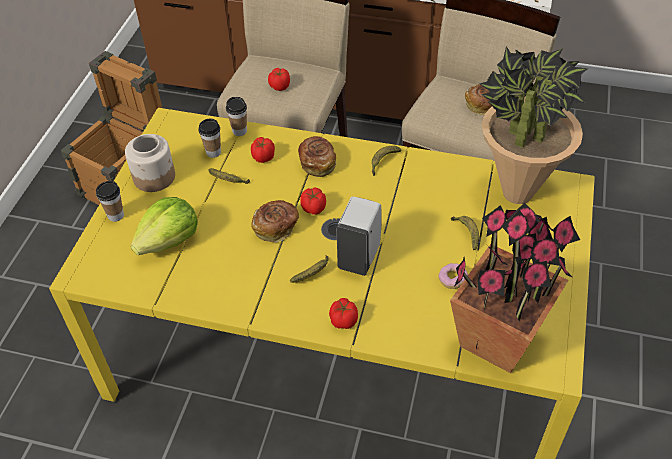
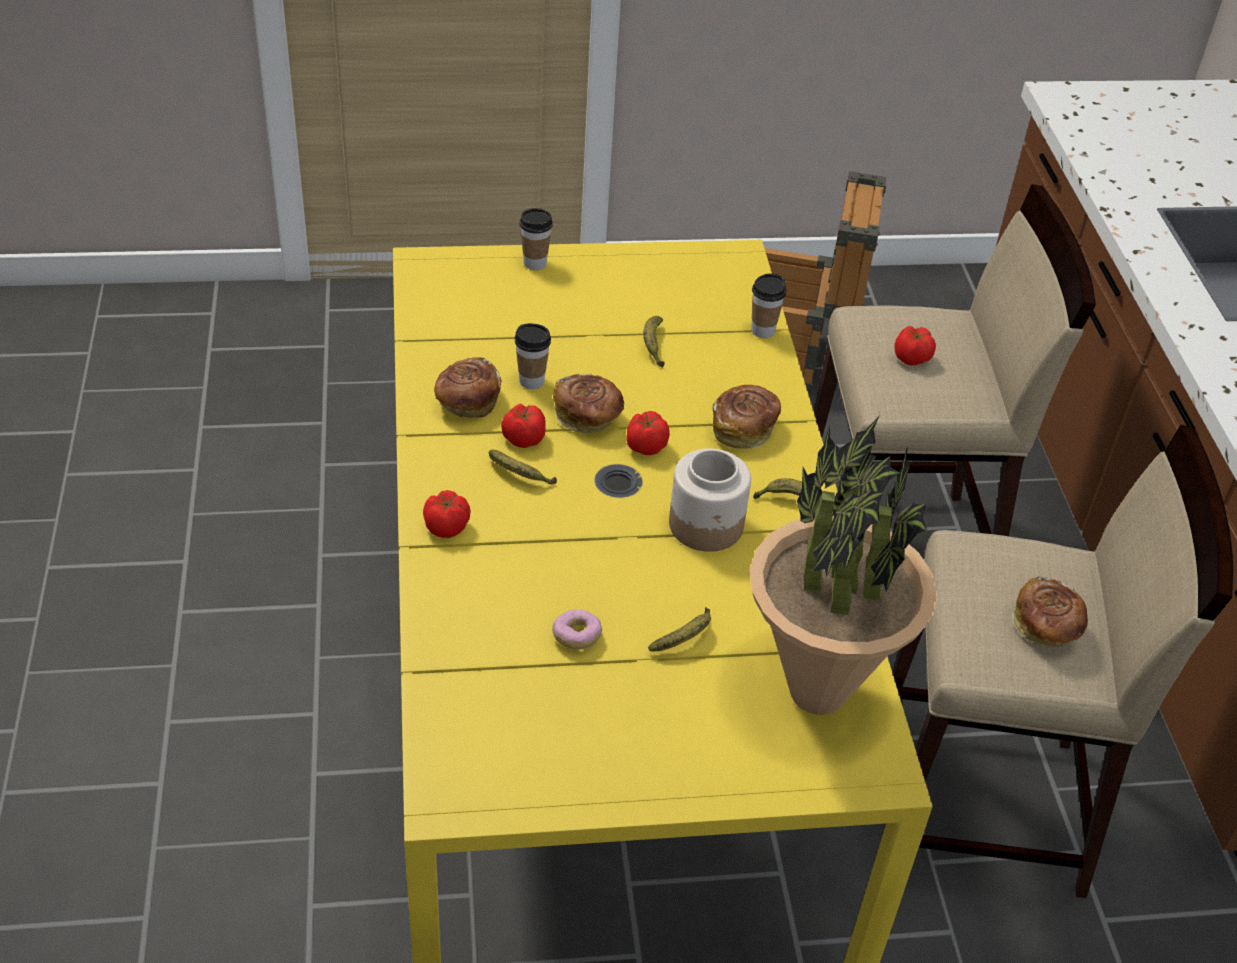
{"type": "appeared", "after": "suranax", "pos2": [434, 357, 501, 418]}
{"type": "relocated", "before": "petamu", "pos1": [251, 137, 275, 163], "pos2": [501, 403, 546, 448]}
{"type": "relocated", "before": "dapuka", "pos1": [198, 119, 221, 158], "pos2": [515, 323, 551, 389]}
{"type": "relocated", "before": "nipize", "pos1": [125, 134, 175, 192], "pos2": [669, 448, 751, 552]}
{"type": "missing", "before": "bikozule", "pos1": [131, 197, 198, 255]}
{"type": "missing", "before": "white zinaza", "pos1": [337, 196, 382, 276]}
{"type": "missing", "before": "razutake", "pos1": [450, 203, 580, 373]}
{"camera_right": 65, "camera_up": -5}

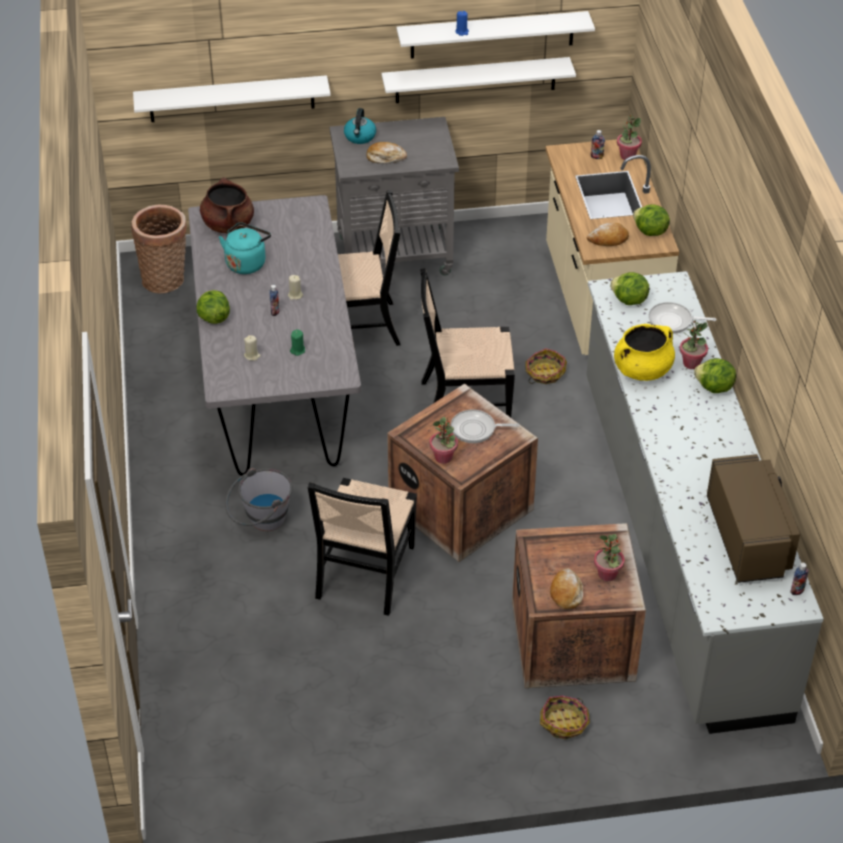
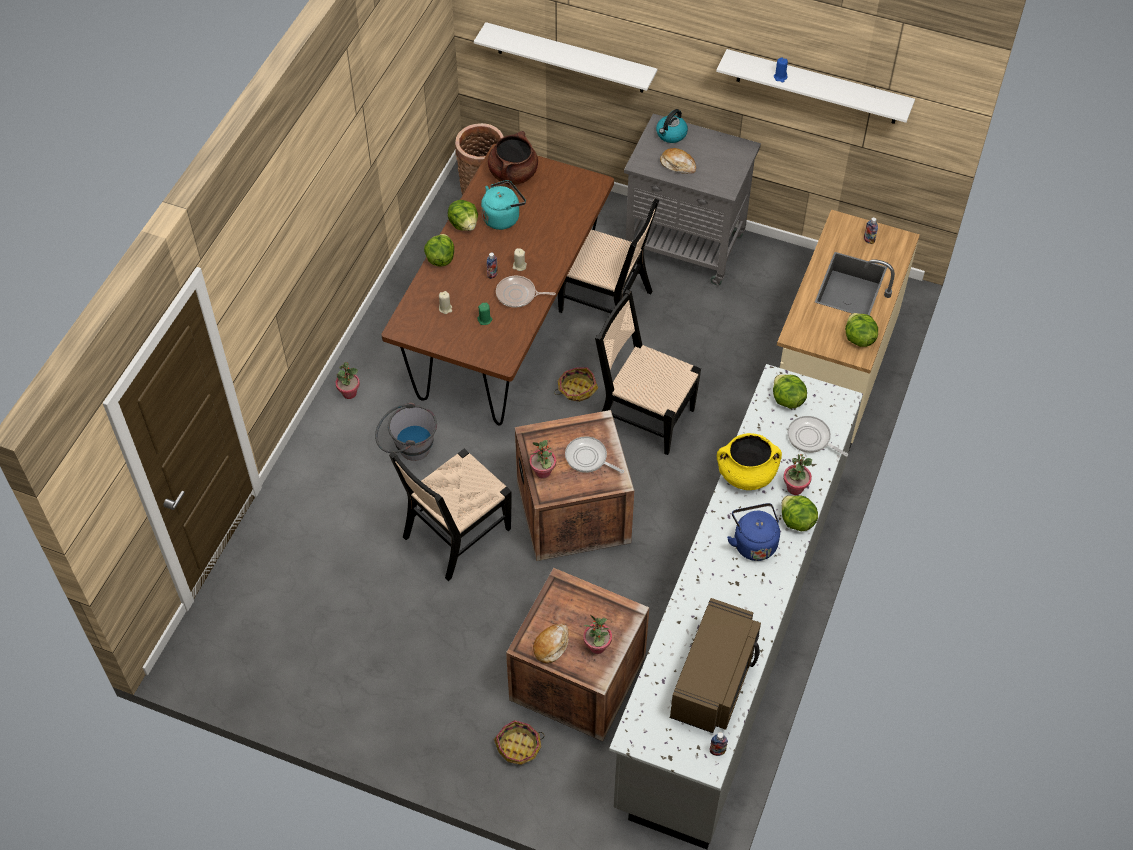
{"type": "relocated", "before": "razutake", "pos1": [617, 115, 642, 160], "pos2": [336, 362, 360, 399]}
{"type": "colour", "before": "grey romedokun", "after": "brown romedokun", "pos1": [188, 195, 361, 476], "pos2": [381, 144, 614, 426]}
{"type": "appeared", "after": "bikozule", "pos2": [448, 200, 478, 231]}
{"type": "appeared", "after": "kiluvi", "pos2": [496, 276, 556, 308]}
{"type": "relocated", "before": "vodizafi", "pos1": [525, 348, 567, 384], "pos2": [554, 367, 598, 402]}
{"type": "appeared", "after": "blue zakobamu", "pos2": [727, 503, 780, 561]}
{"type": "missing", "before": "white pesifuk", "pos1": [381, 57, 576, 103]}
{"type": "missing", "before": "suranax", "pos1": [586, 223, 629, 246]}
{"camera_right": 30, "camera_up": 10}

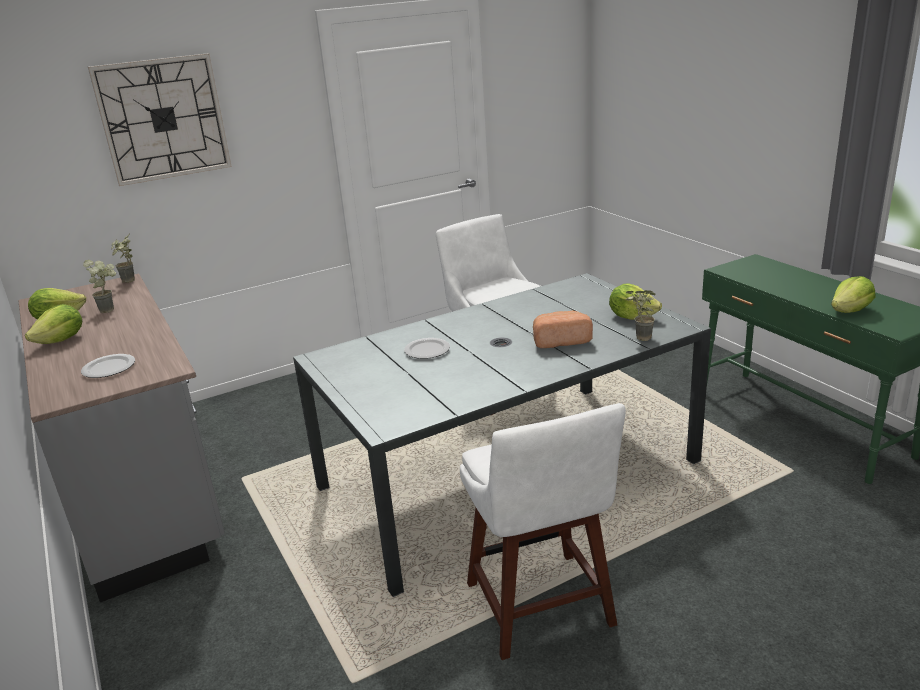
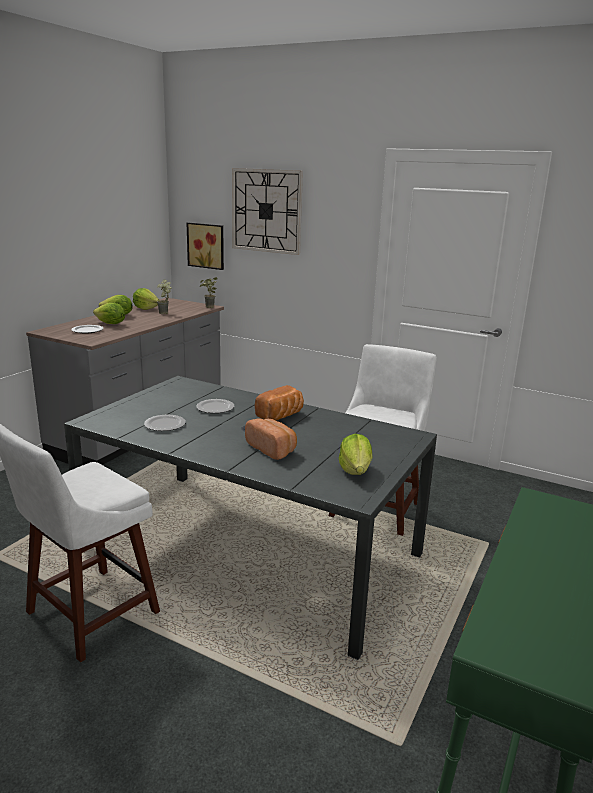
{"type": "relocated", "before": "bikozule", "pos1": [831, 276, 875, 313], "pos2": [93, 302, 125, 324]}
{"type": "appeared", "after": "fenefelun", "pos2": [144, 415, 186, 431]}
{"type": "appeared", "after": "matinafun", "pos2": [187, 223, 224, 270]}
{"type": "appeared", "after": "suranax", "pos2": [255, 385, 304, 420]}
{"type": "missing", "before": "razutake", "pos1": [626, 290, 656, 341]}
{"camera_right": 55, "camera_up": -5}

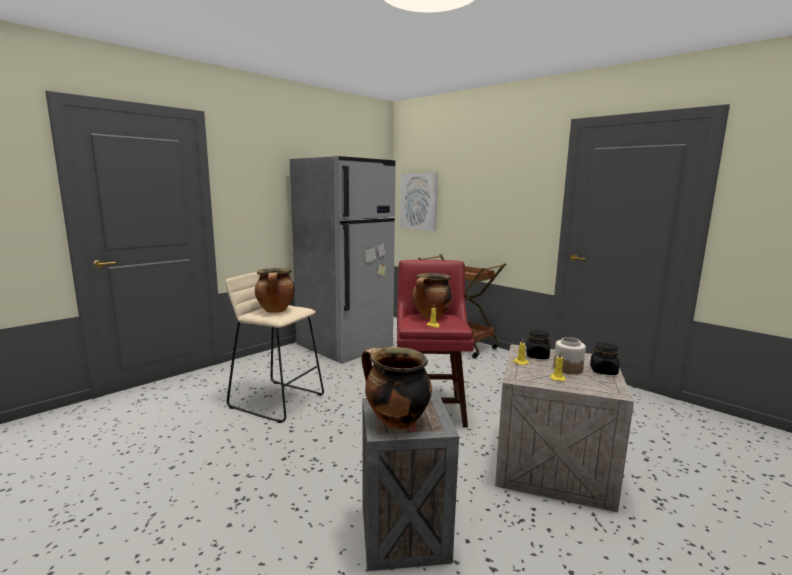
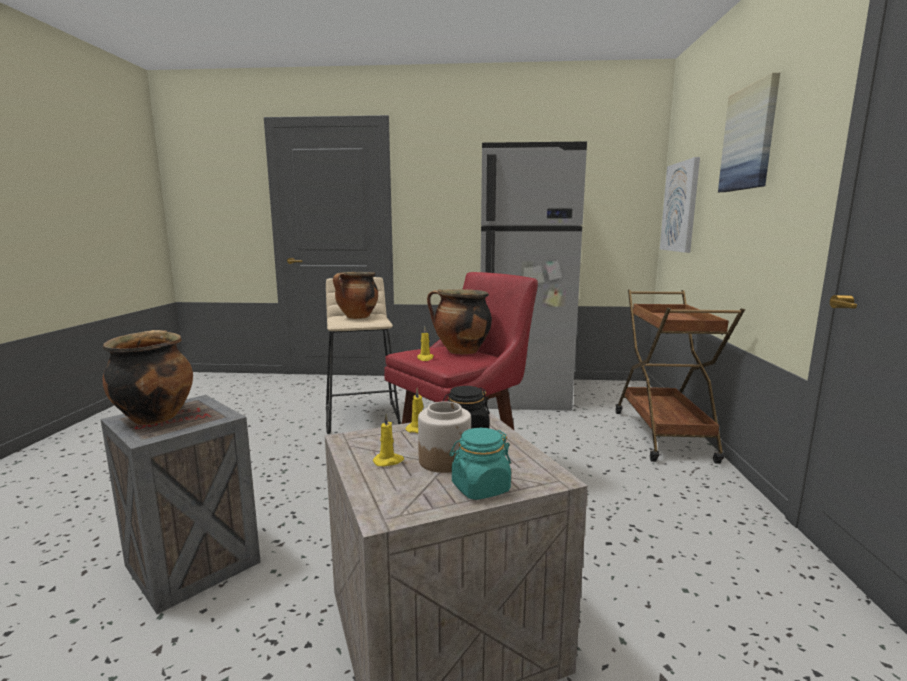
{"type": "colour", "before": "black nipize", "after": "turquoise nipize", "pos1": [590, 342, 620, 375], "pos2": [450, 428, 511, 500]}
{"type": "appeared", "after": "matinafun", "pos2": [718, 72, 780, 192]}
{"camera_right": 50, "camera_up": 0}

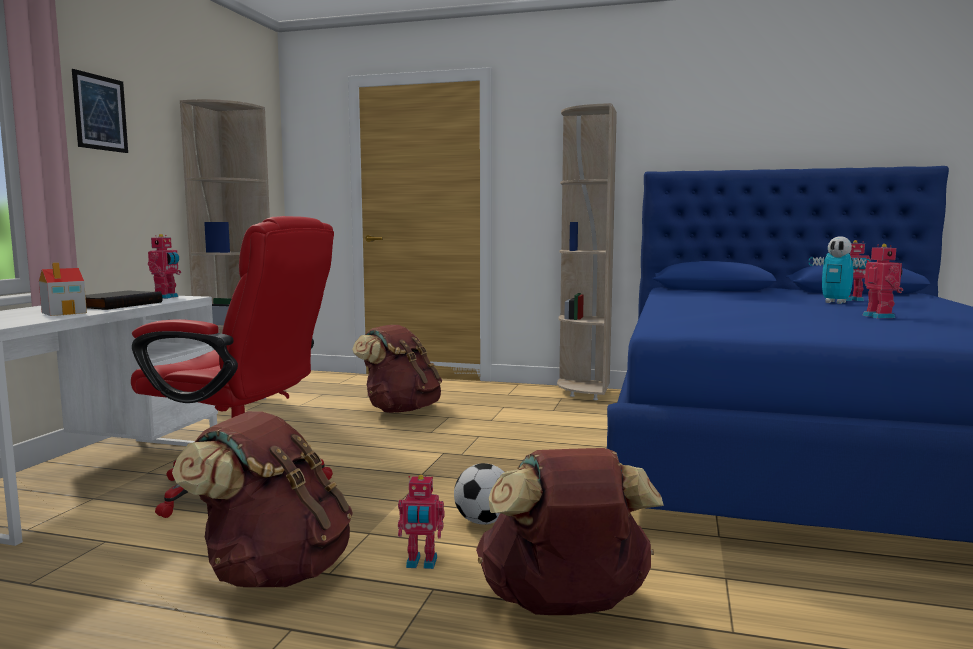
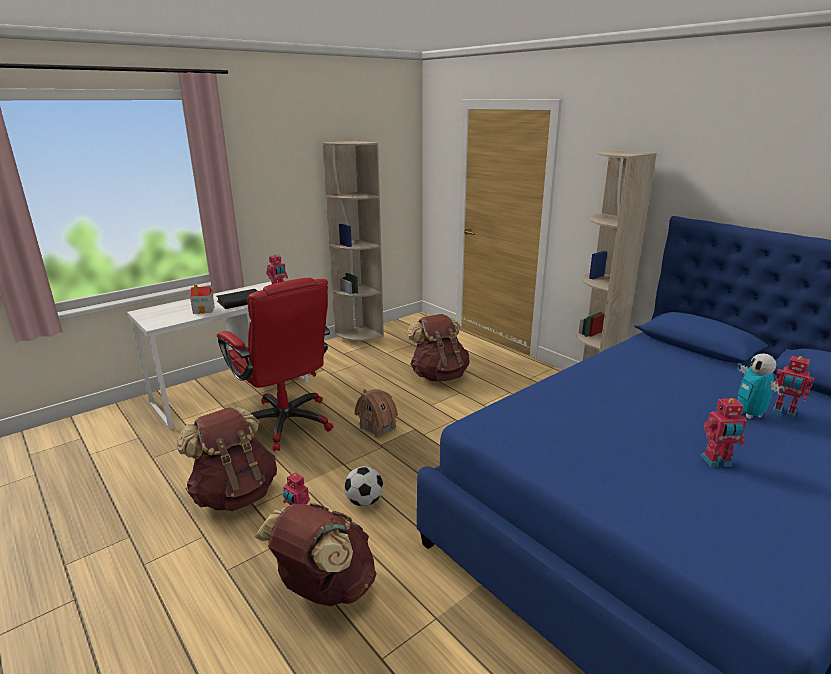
{"type": "appeared", "after": "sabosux", "pos2": [354, 389, 398, 439]}
{"type": "spun", "before": "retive", "pos1": [862, 244, 903, 318], "pos2": [701, 398, 747, 467], "turn": 60}
{"type": "missing", "before": "matinafun", "pos1": [72, 69, 128, 153]}
{"camera_right": 35, "camera_up": 15}

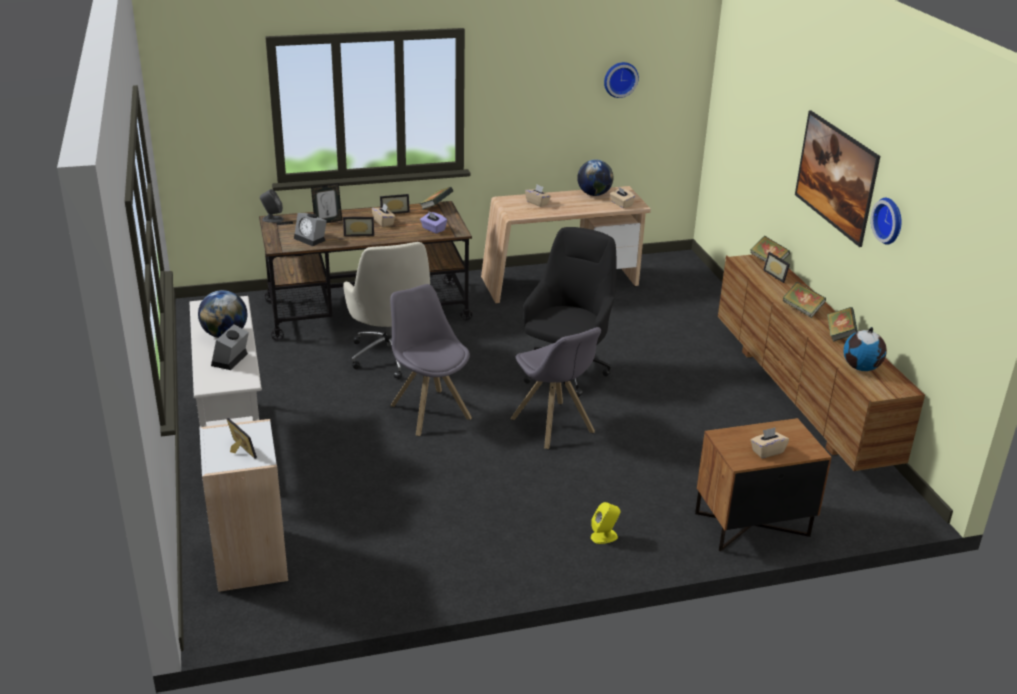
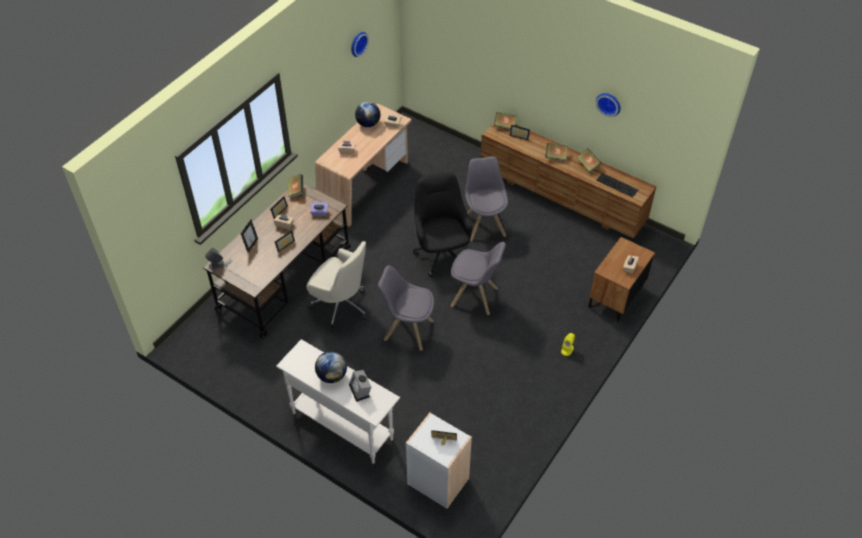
{"type": "appeared", "after": "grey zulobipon", "pos2": [465, 156, 508, 241]}
{"type": "exchanged", "before": "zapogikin", "after": "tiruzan", "pos1": [844, 327, 887, 371], "pos2": [596, 173, 638, 198]}
{"type": "missing", "before": "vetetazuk", "pos1": [294, 213, 327, 246]}
{"type": "missing", "before": "matinafun", "pos1": [795, 111, 880, 247]}
{"camera_right": -40, "camera_up": 20}

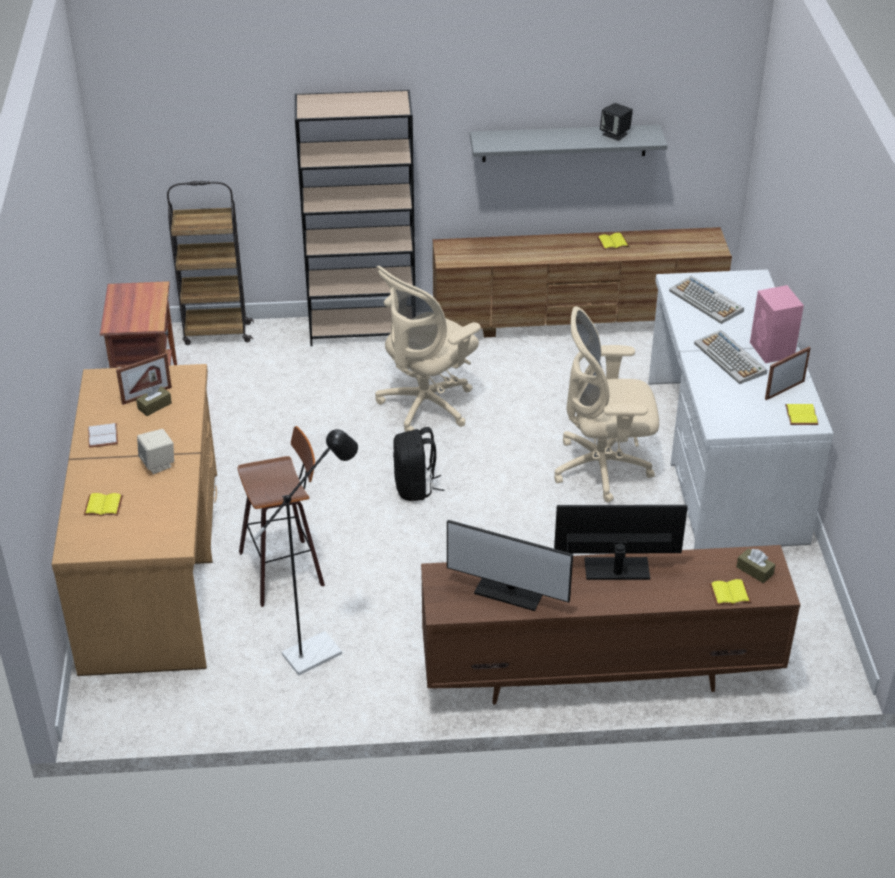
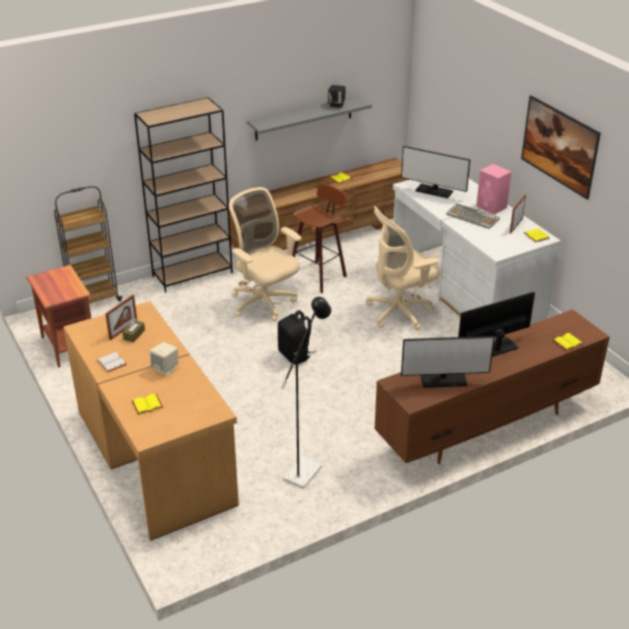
{"type": "spun", "before": "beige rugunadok", "pos1": [375, 266, 481, 432], "pos2": [229, 187, 301, 322], "turn": 120}
{"type": "relocated", "before": "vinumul", "pos1": [237, 426, 325, 607], "pos2": [292, 183, 347, 293]}
{"type": "exchanged", "before": "tiruzan", "after": "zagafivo", "pos1": [669, 276, 744, 324], "pos2": [401, 146, 470, 198]}
{"type": "appeared", "after": "matinafun", "pos2": [521, 95, 601, 199]}
{"type": "missing", "before": "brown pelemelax", "pos1": [737, 548, 775, 583]}
{"camera_right": -25, "camera_up": -5}

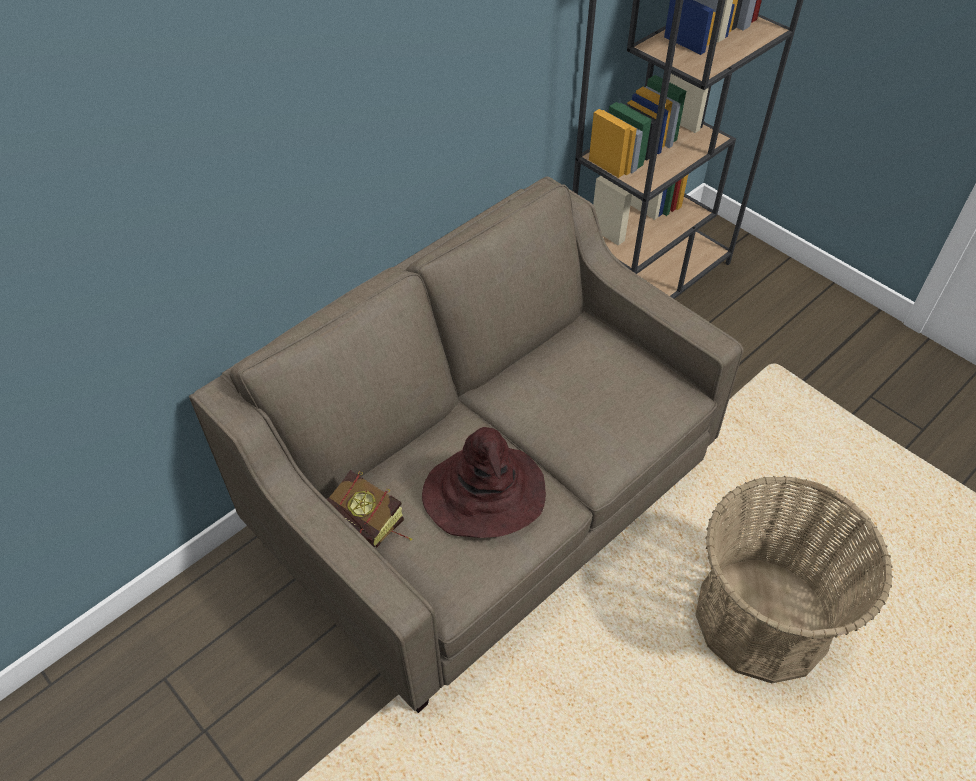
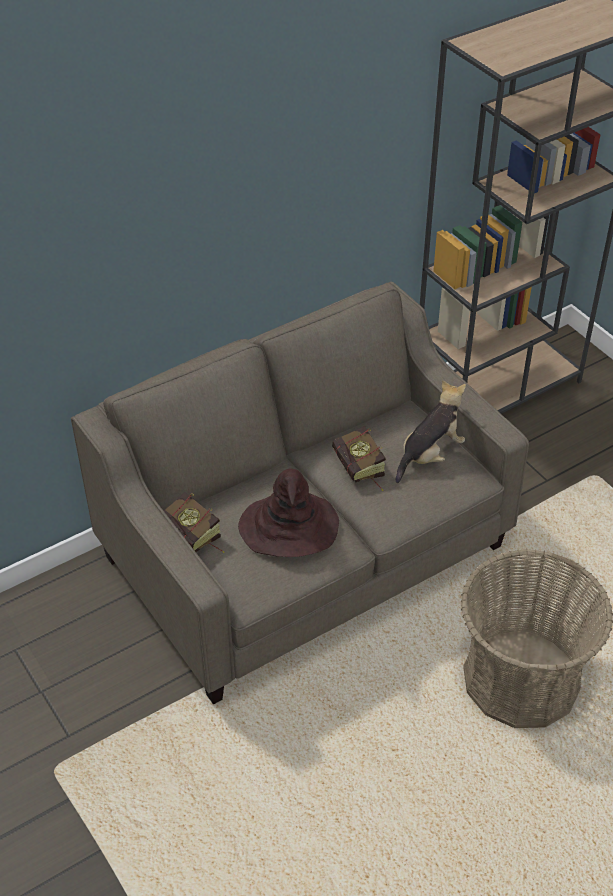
{"type": "appeared", "after": "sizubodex", "pos2": [332, 426, 386, 491]}
{"type": "appeared", "after": "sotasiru", "pos2": [396, 380, 466, 483]}
{"camera_right": 10, "camera_up": -5}

